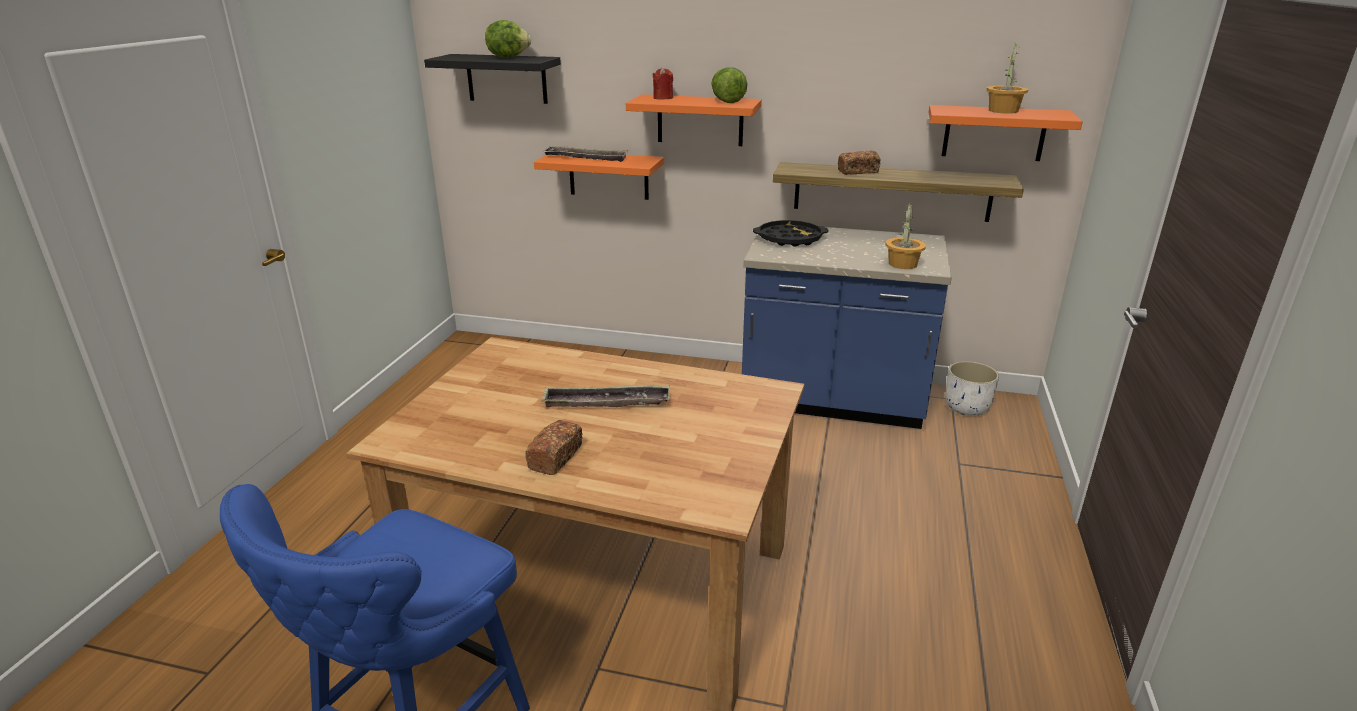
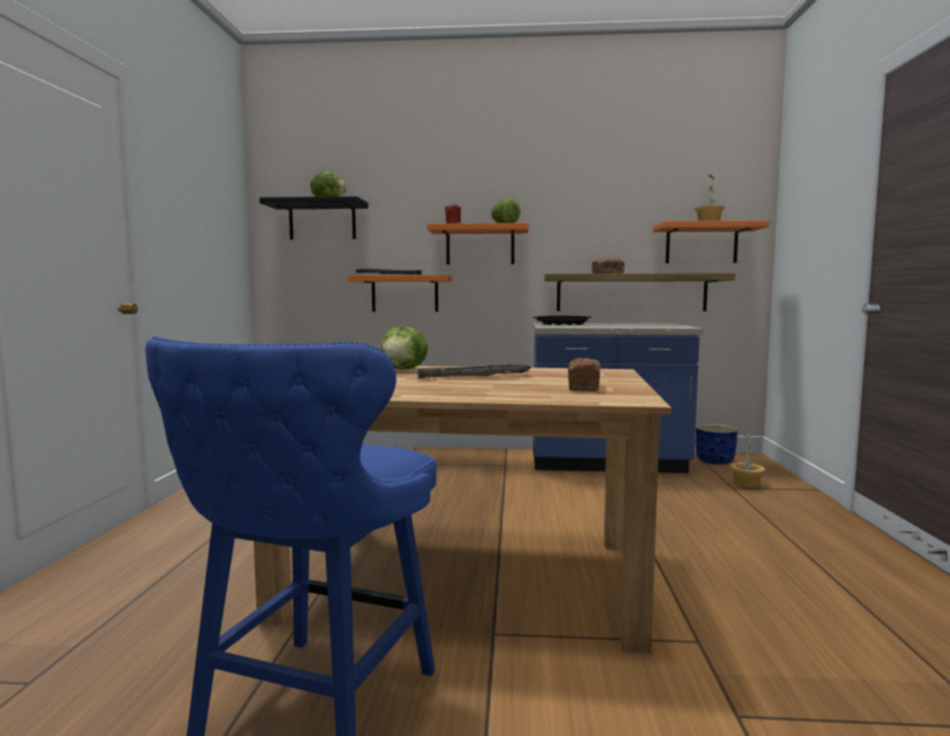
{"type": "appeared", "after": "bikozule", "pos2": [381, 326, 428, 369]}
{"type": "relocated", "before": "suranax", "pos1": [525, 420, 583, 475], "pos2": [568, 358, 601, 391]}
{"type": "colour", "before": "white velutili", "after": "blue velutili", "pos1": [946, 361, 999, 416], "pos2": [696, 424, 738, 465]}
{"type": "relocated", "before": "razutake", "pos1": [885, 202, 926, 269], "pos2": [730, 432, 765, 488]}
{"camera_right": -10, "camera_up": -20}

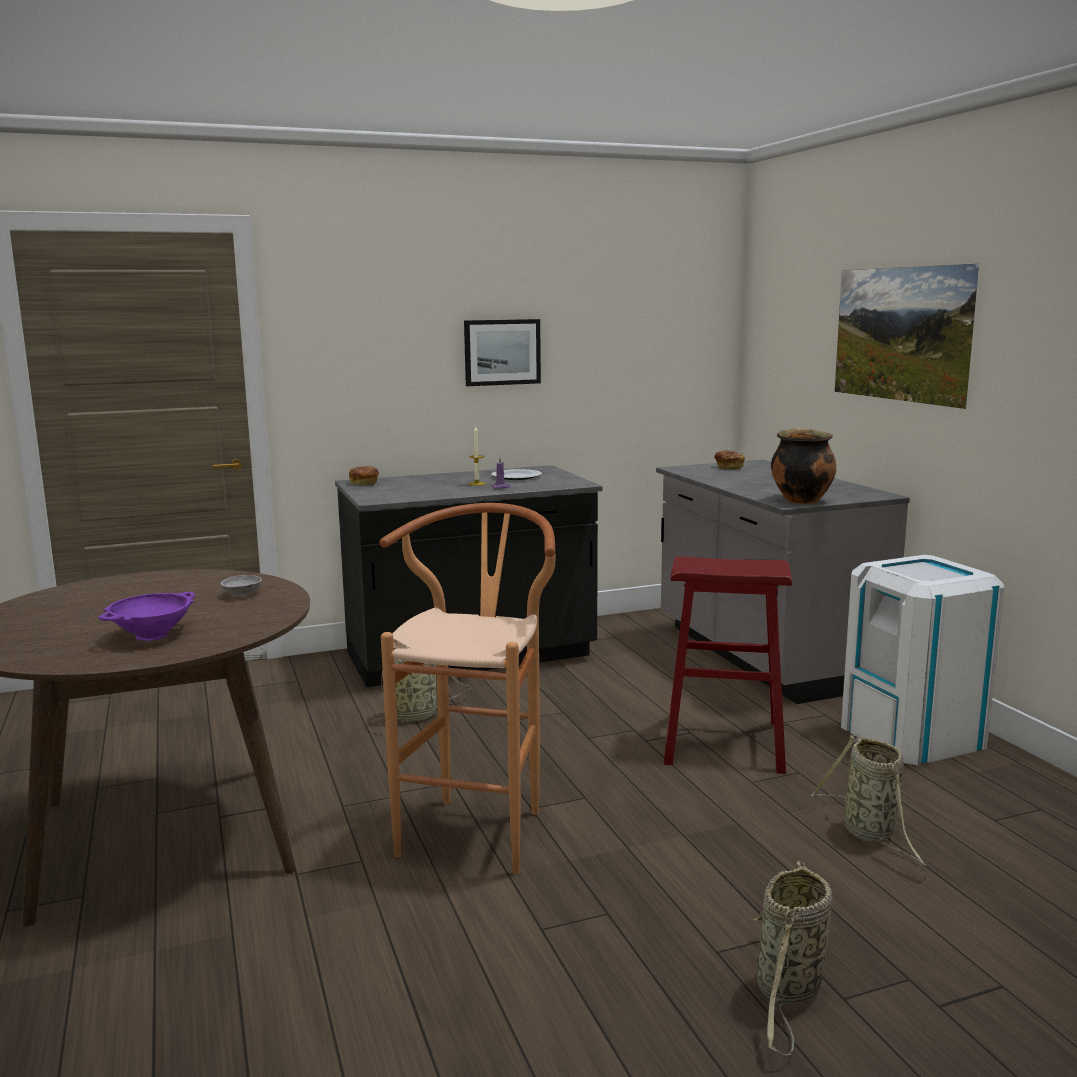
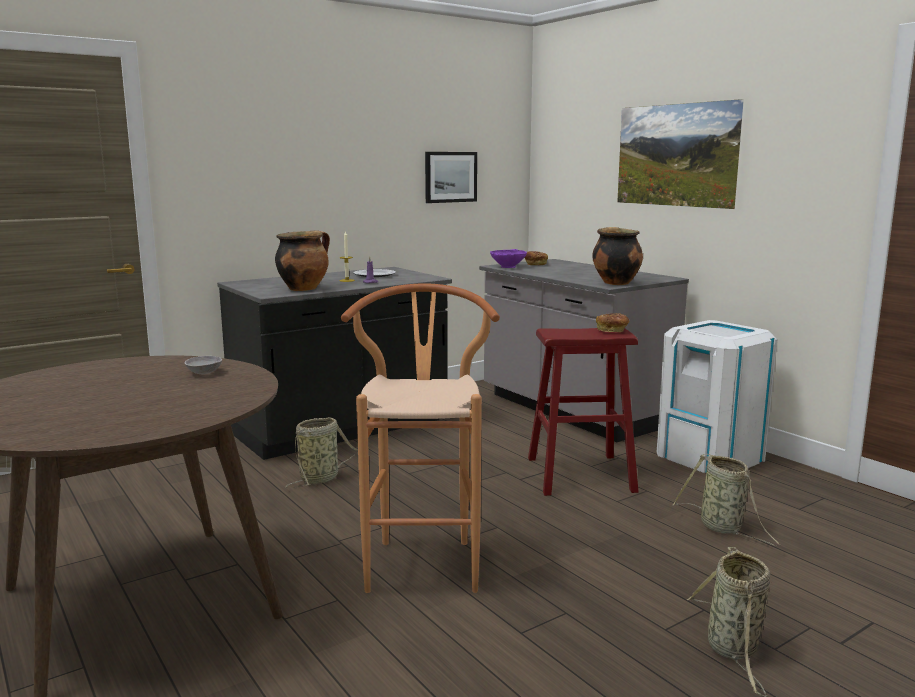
{"type": "appeared", "after": "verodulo", "pos2": [275, 231, 330, 291]}
{"type": "relocated", "before": "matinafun", "pos1": [464, 319, 541, 386], "pos2": [425, 152, 477, 203]}
{"type": "relocated", "before": "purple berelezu", "pos1": [98, 592, 195, 641], "pos2": [490, 249, 527, 268]}
{"type": "relocated", "before": "suranax", "pos1": [349, 466, 379, 485], "pos2": [596, 313, 630, 332]}
{"camera_right": -15, "camera_up": 0}

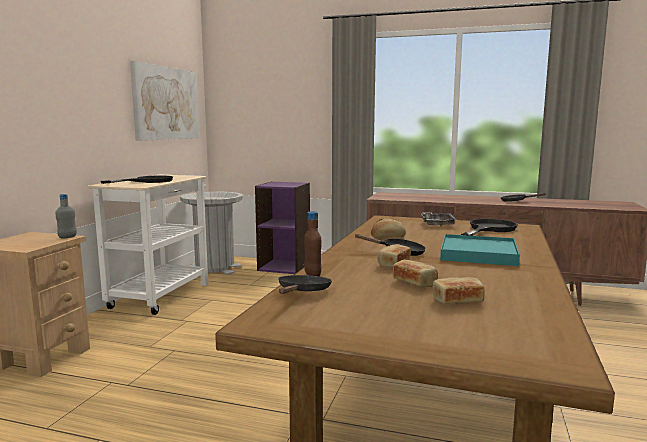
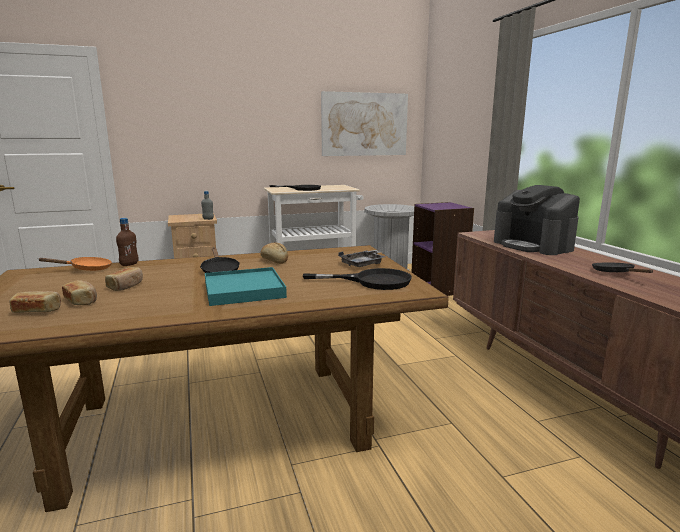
{"type": "relocated", "before": "suranax", "pos1": [377, 244, 411, 267], "pos2": [9, 291, 61, 313]}
{"type": "colour", "before": "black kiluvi", "after": "orange kiluvi", "pos1": [278, 275, 332, 294], "pos2": [38, 257, 112, 271]}
{"type": "appeared", "after": "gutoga", "pos2": [494, 185, 580, 255]}
{"camera_right": 55, "camera_up": 5}

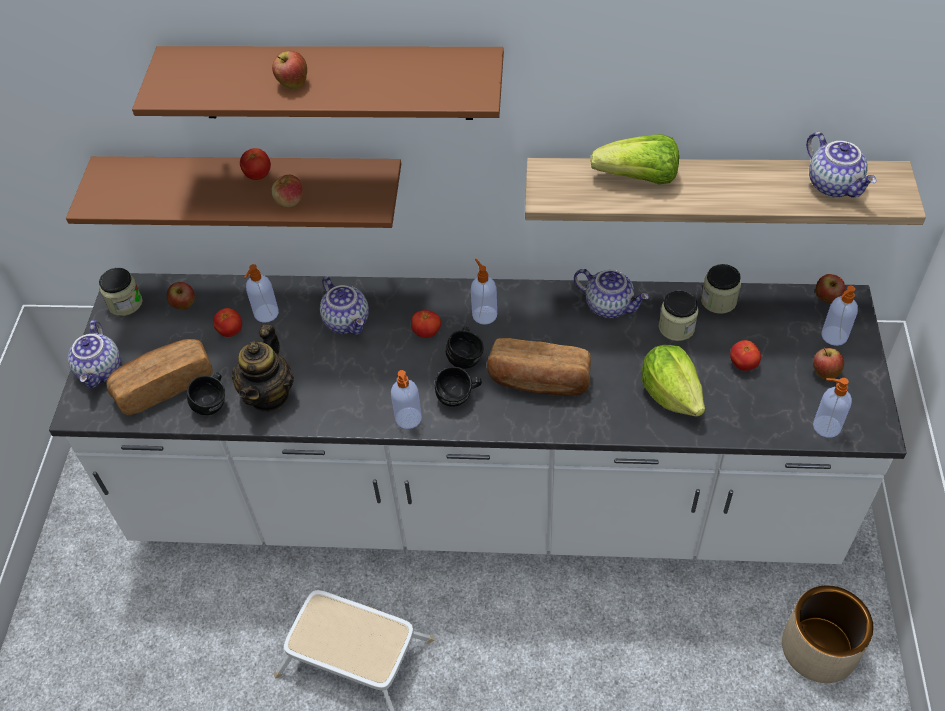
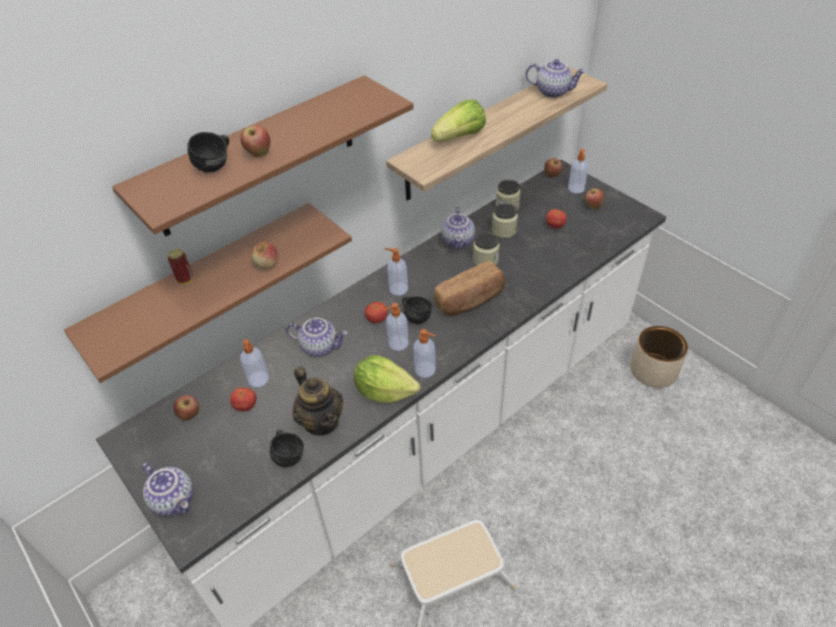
{"type": "appeared", "after": "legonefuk", "pos2": [168, 249, 194, 284]}
{"type": "relocated", "before": "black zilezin", "pos1": [435, 366, 482, 407], "pos2": [187, 132, 229, 173]}
{"type": "relocated", "before": "bikozule", "pos1": [642, 345, 705, 417], "pos2": [354, 355, 420, 403]}
{"type": "relocated", "before": "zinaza", "pos1": [813, 378, 852, 438], "pos2": [384, 303, 409, 351]}
{"type": "spun", "before": "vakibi", "pos1": [574, 269, 649, 318], "pos2": [441, 206, 475, 250], "turn": 105}
{"type": "relocated", "before": "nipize", "pos1": [99, 268, 143, 316], "pos2": [473, 232, 500, 266]}
{"type": "missing", "before": "suranax", "pos1": [106, 339, 213, 415]}
{"type": "missing", "before": "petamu", "pos1": [240, 148, 271, 180]}
{"camera_right": -45, "camera_up": -5}

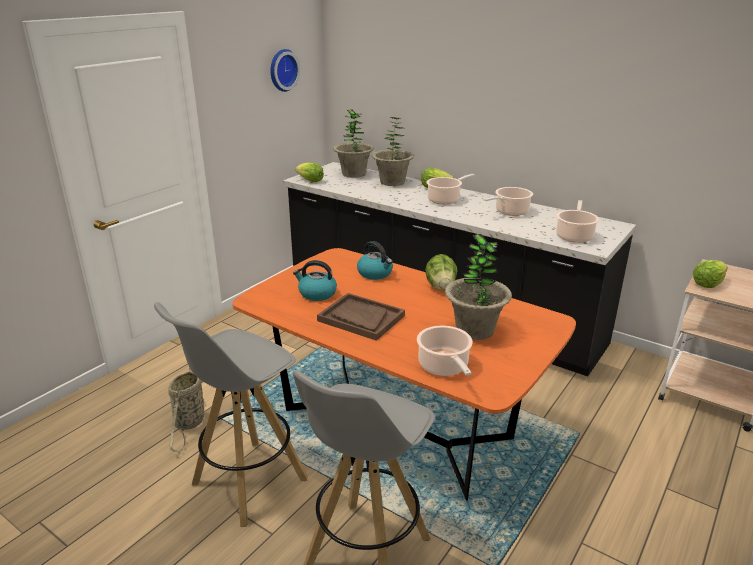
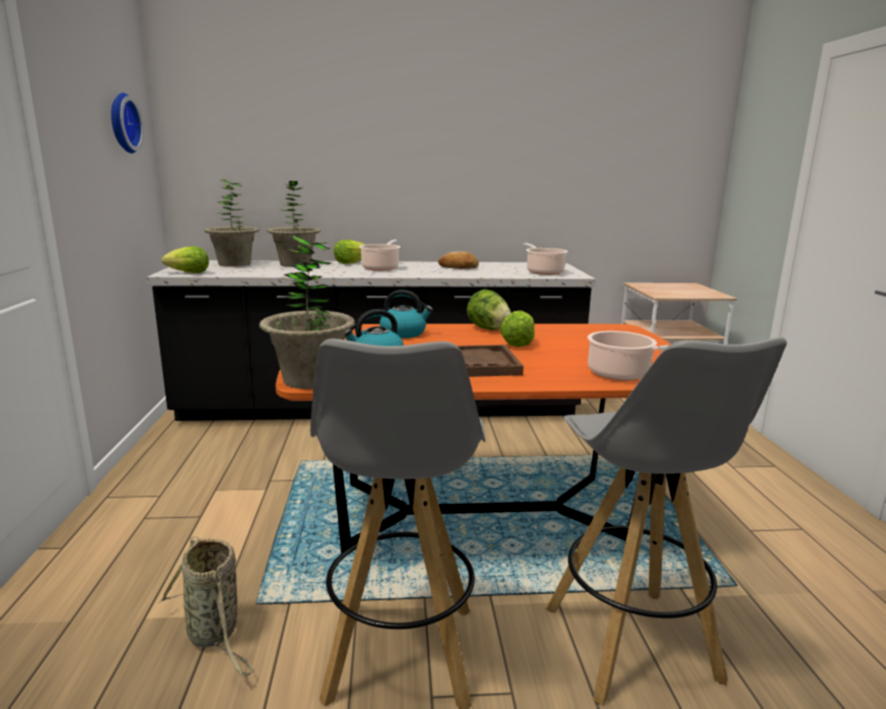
{"type": "relocated", "before": "razutake", "pos1": [445, 234, 512, 340], "pos2": [259, 235, 355, 389]}
{"type": "exchanged", "before": "verodulo", "after": "suranax", "pos1": [484, 187, 533, 216], "pos2": [438, 251, 479, 269]}
{"type": "relocated", "before": "bikozule", "pos1": [693, 260, 728, 288], "pos2": [500, 311, 535, 347]}
{"camera_right": -40, "camera_up": -10}

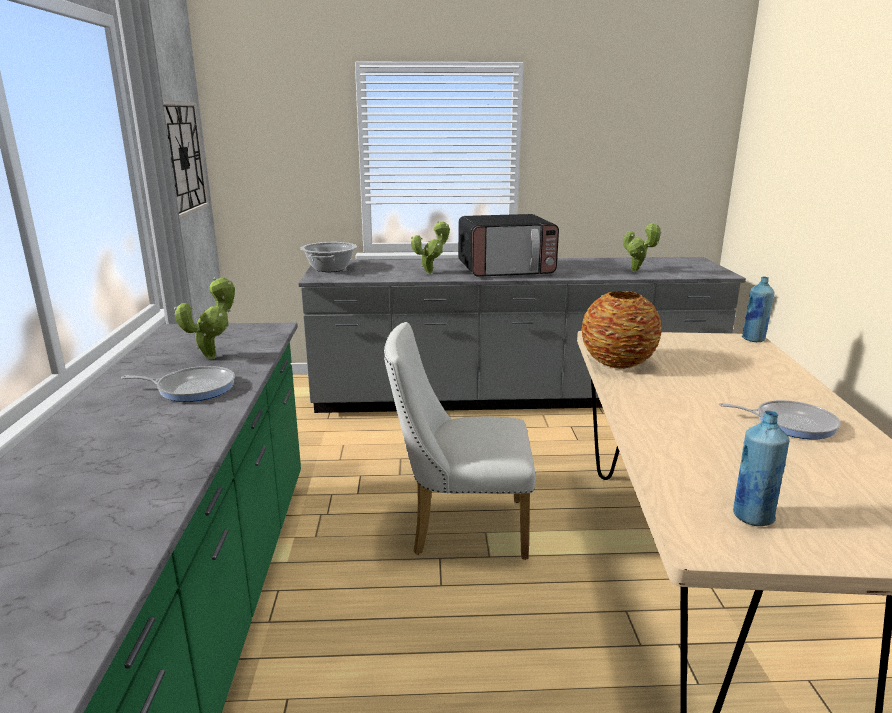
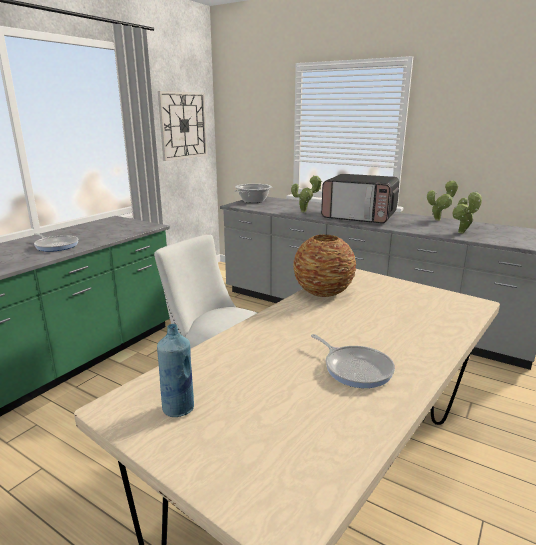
{"type": "relocated", "before": "razutake", "pos1": [174, 278, 235, 359], "pos2": [427, 180, 458, 221]}
{"type": "missing", "before": "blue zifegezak", "pos1": [742, 276, 775, 342]}
{"camera_right": 35, "camera_up": 0}

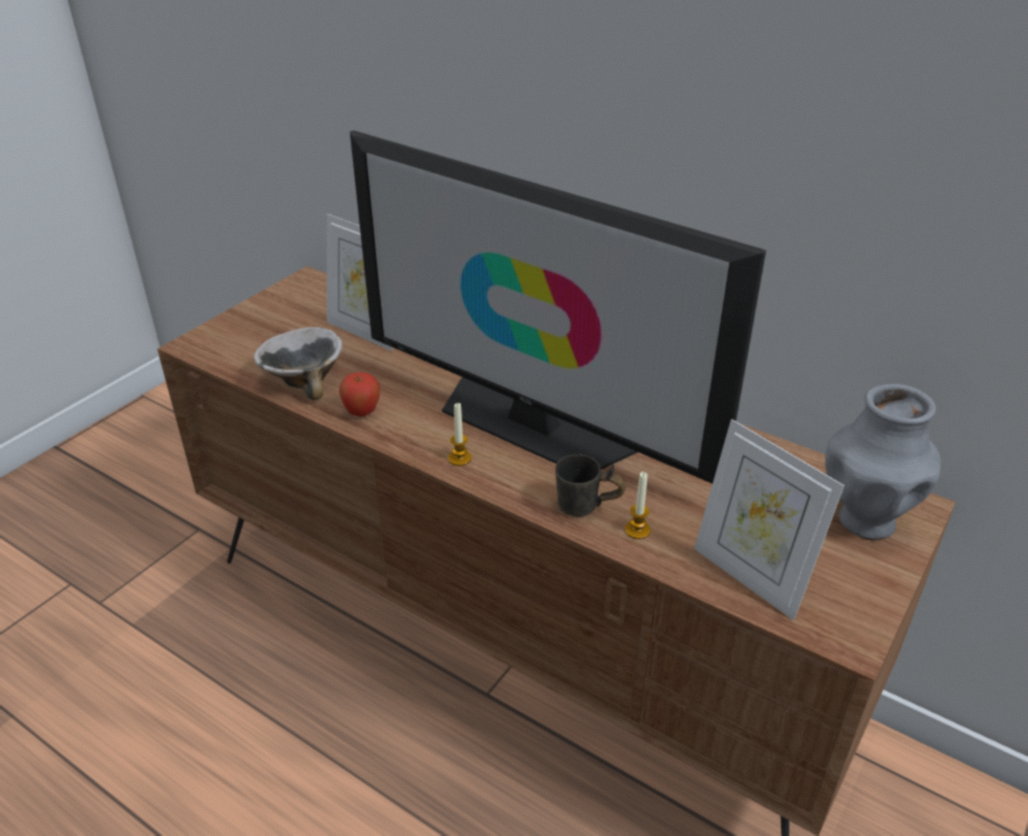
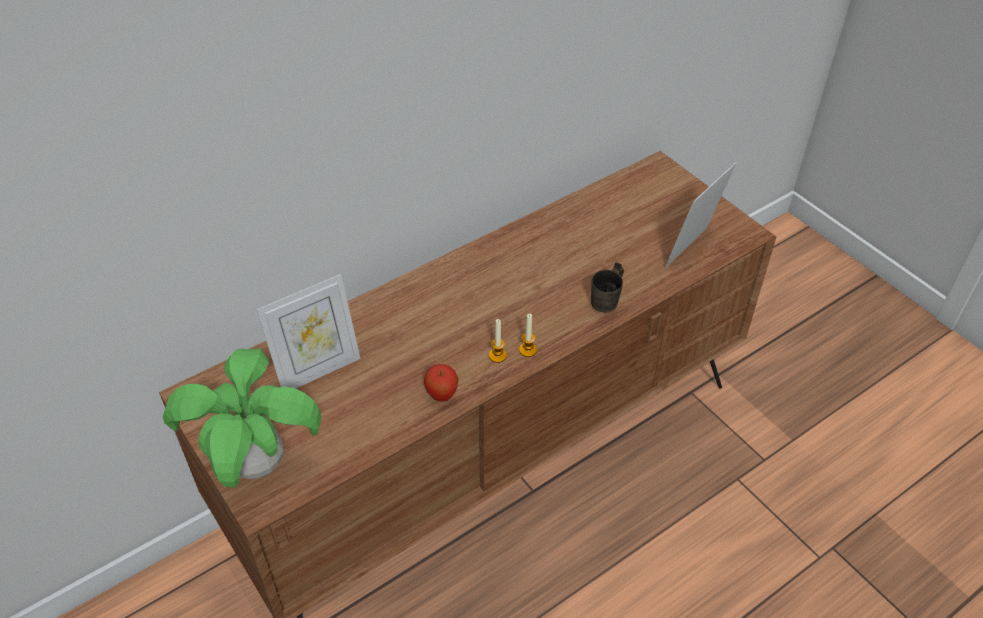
{"type": "appeared", "after": "razutake", "pos2": [163, 348, 321, 488]}
{"type": "relocated", "before": "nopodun", "pos1": [625, 472, 651, 539], "pos2": [489, 319, 507, 363]}
{"type": "spun", "before": "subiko", "pos1": [694, 419, 845, 621], "pos2": [665, 162, 737, 268], "turn": 150}
{"type": "missing", "before": "berelezu", "pos1": [254, 327, 343, 400]}
{"type": "missing", "before": "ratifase", "pos1": [350, 130, 766, 484]}
{"type": "missing", "before": "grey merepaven", "pos1": [825, 384, 941, 540]}
{"camera_right": -70, "camera_up": 10}

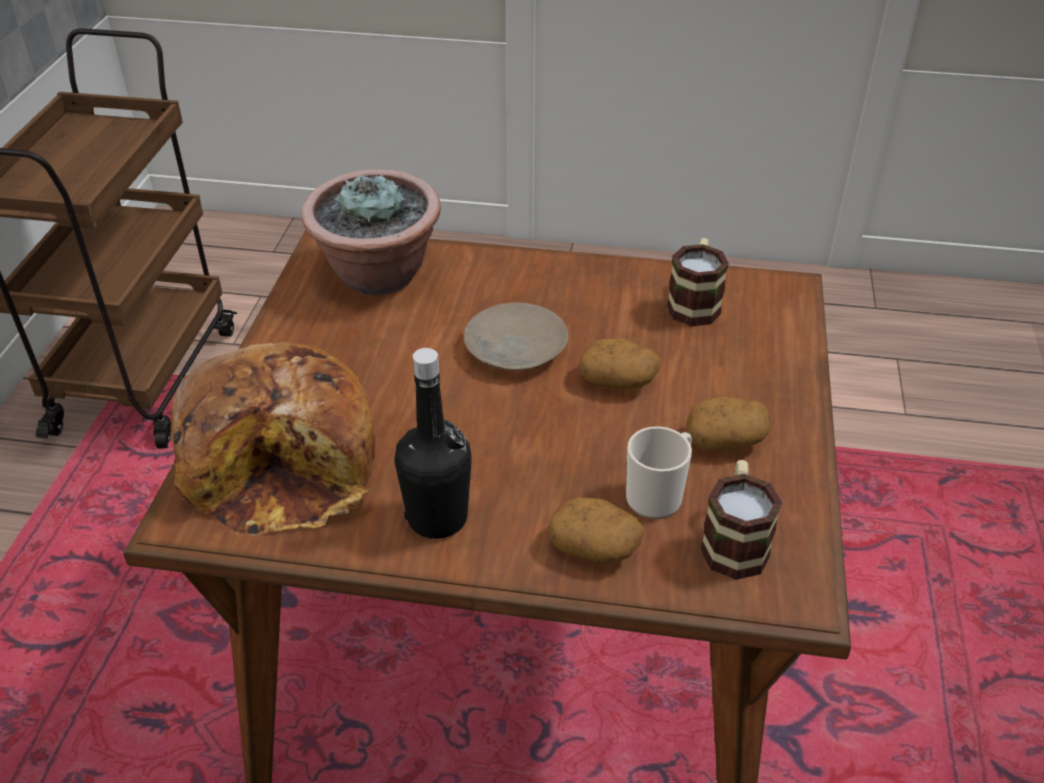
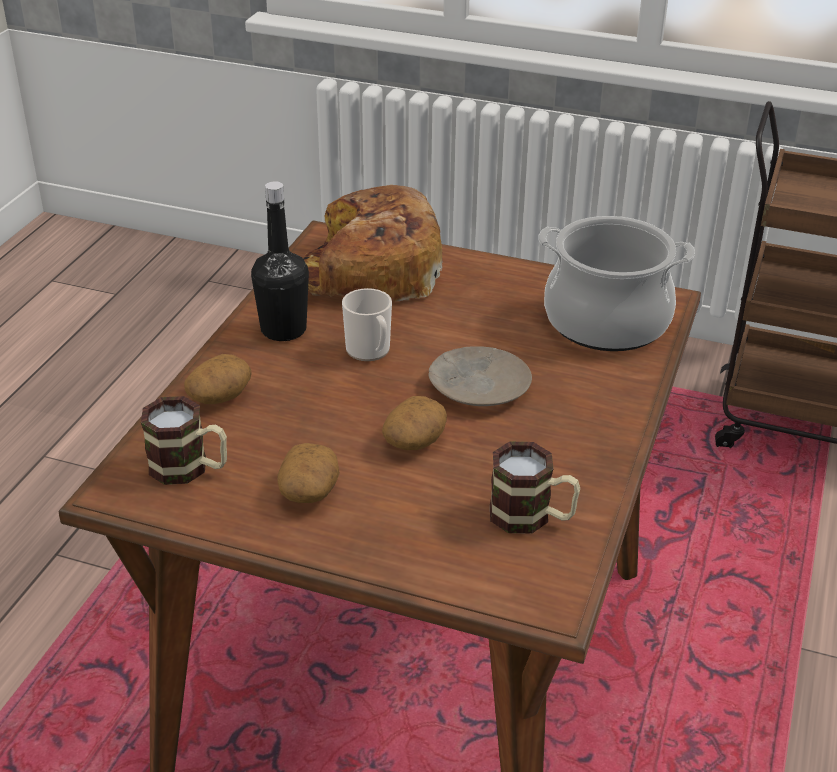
{"type": "relocated", "before": "zilezin", "pos1": [626, 426, 692, 519], "pos2": [342, 288, 392, 361]}
{"type": "exchanged", "before": "razutake", "after": "verodulo", "pos1": [302, 169, 441, 296], "pos2": [539, 216, 695, 351]}
{"camera_right": 100, "camera_up": -5}

